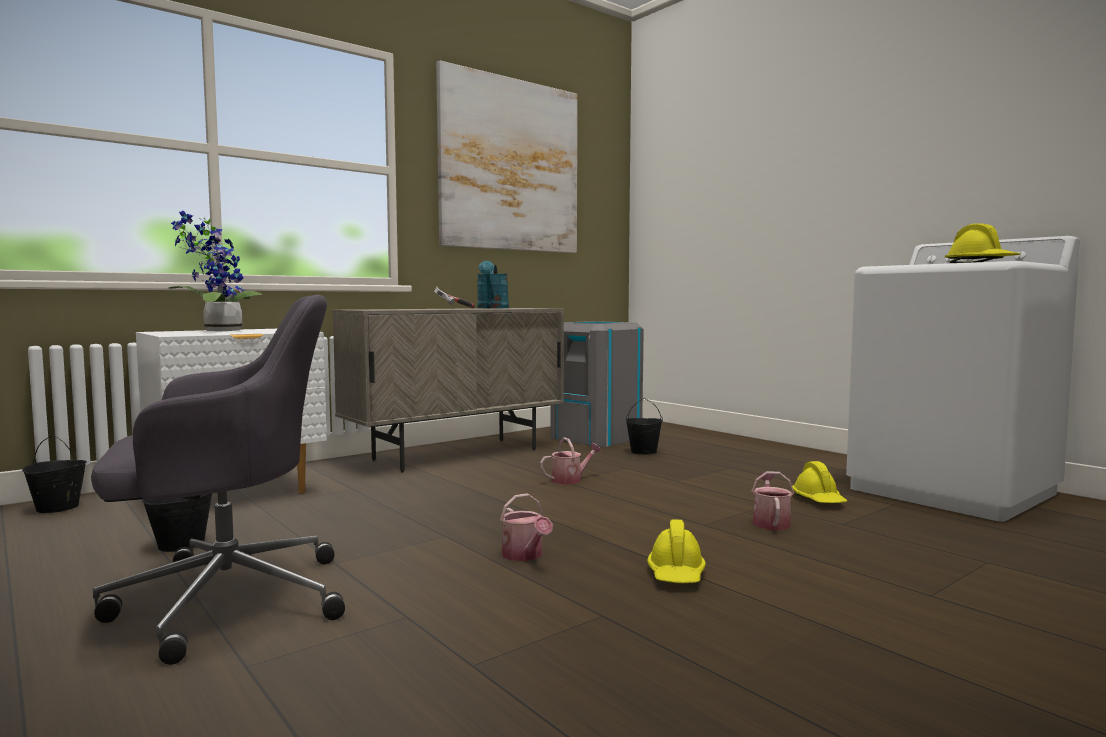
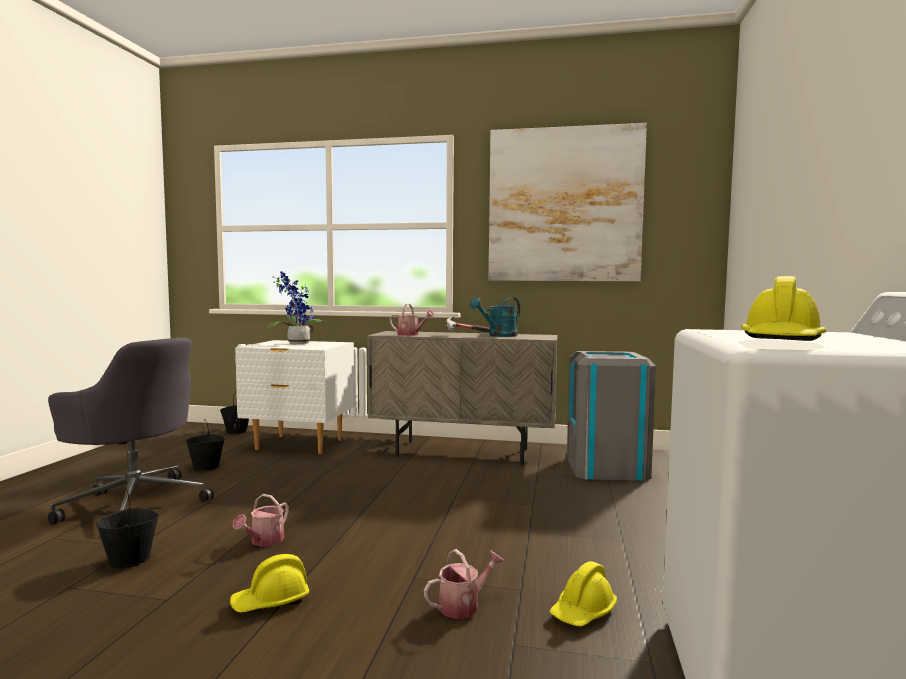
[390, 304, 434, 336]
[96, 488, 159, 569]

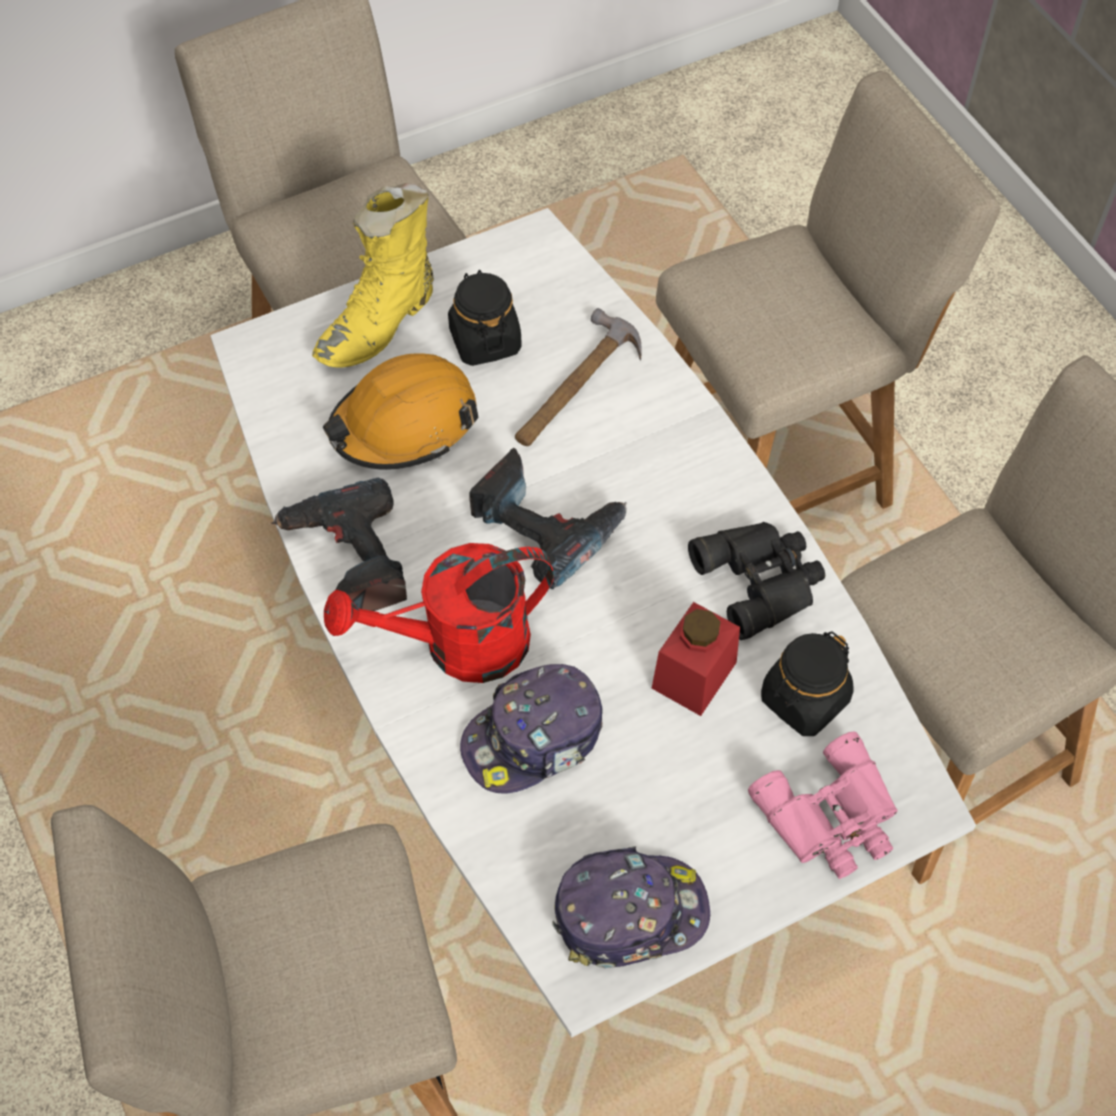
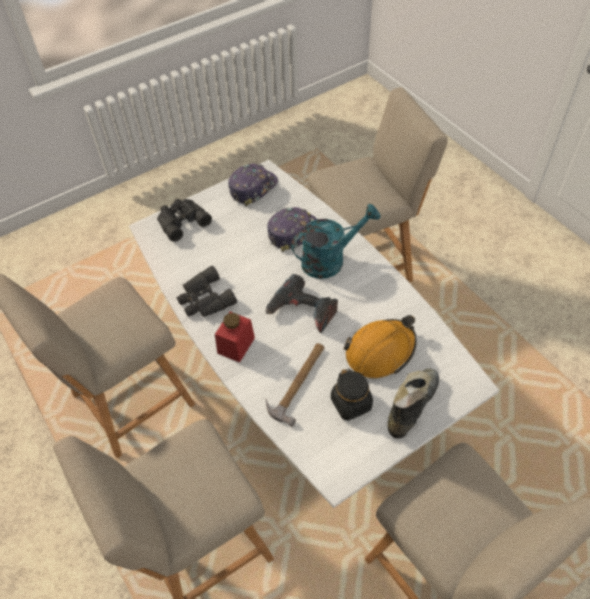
[271, 477, 407, 611] (first image)
[388, 368, 439, 439]
[291, 204, 381, 279]
[228, 164, 278, 206]
[215, 312, 255, 363]
[157, 199, 212, 242]
[761, 631, 854, 736] (first image)

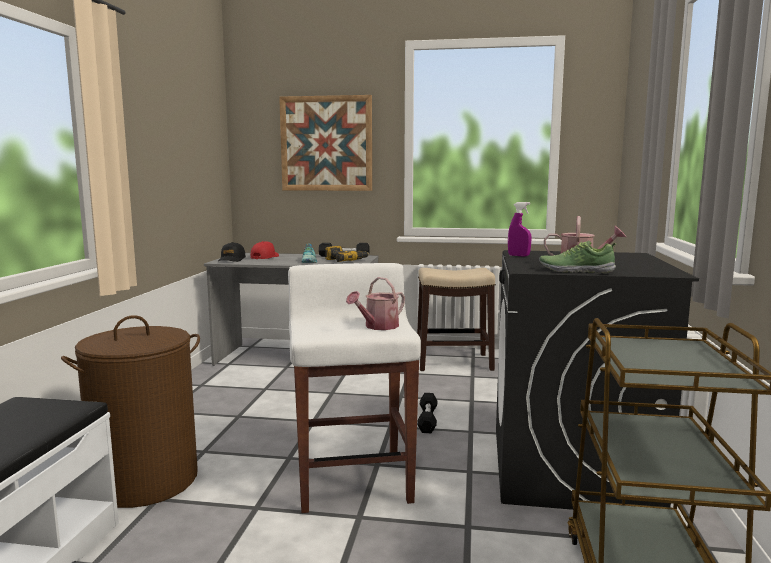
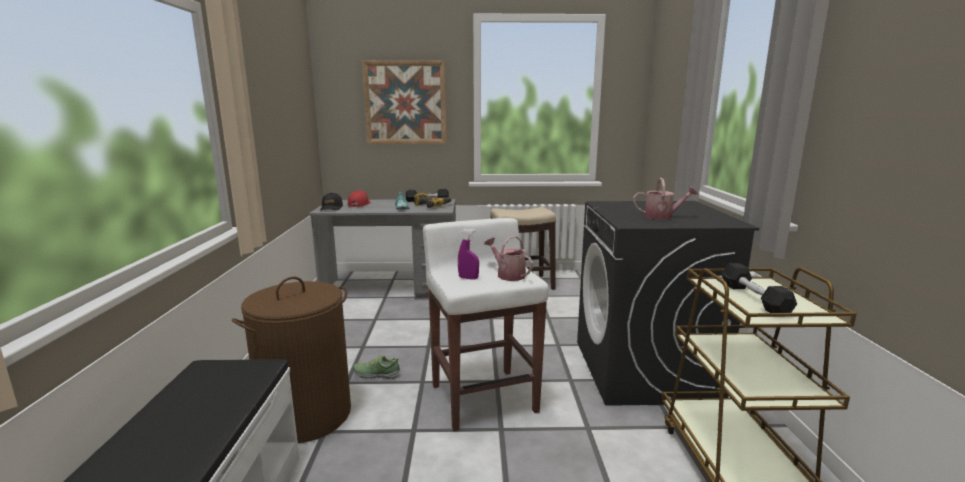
[484, 236, 533, 281]
[721, 263, 797, 313]
[458, 229, 479, 280]
[353, 355, 401, 379]

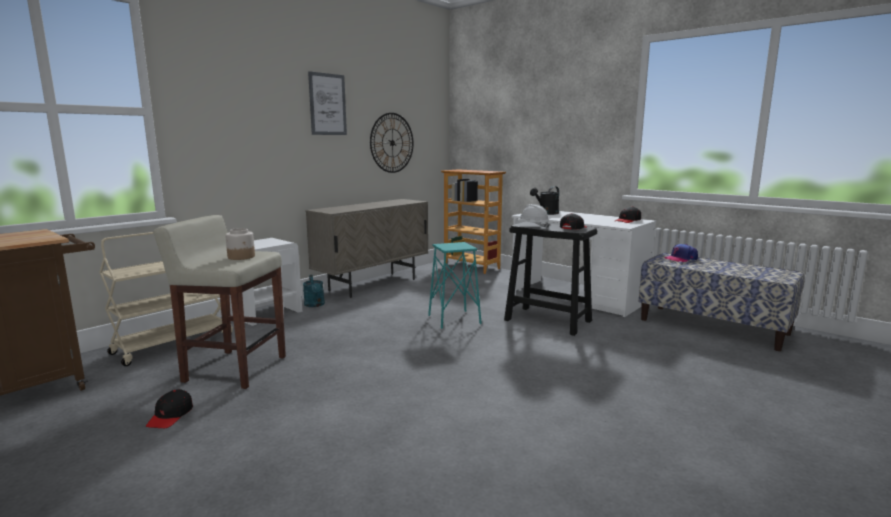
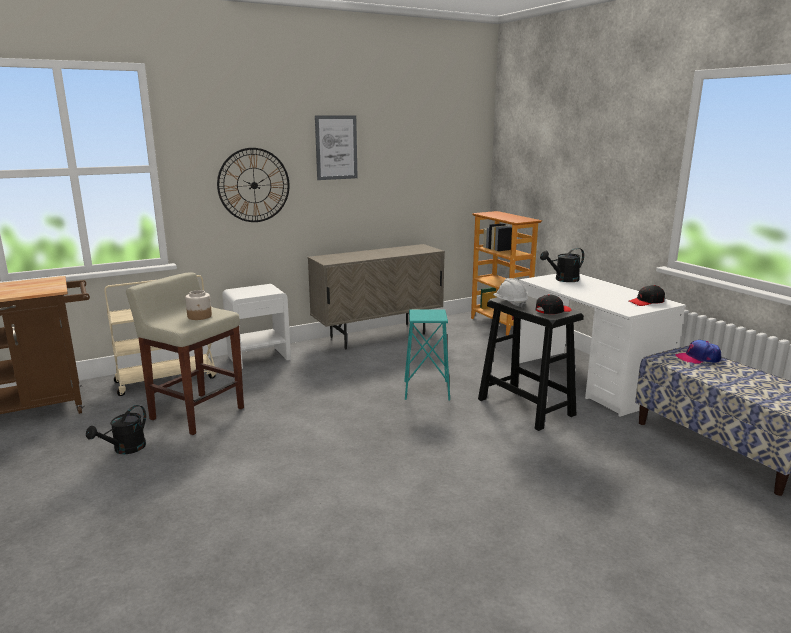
[86, 405, 146, 454]
[303, 275, 325, 307] (first image)
[217, 148, 289, 222]

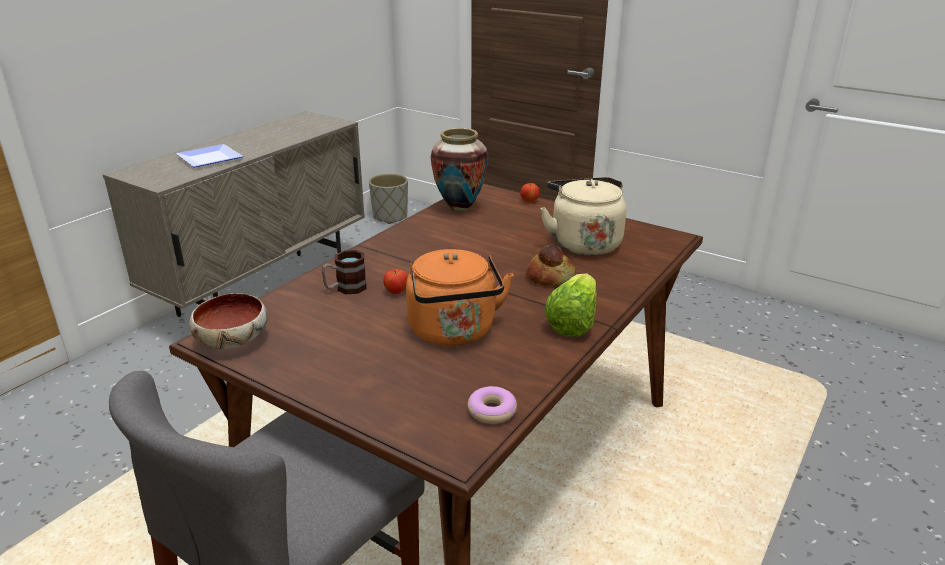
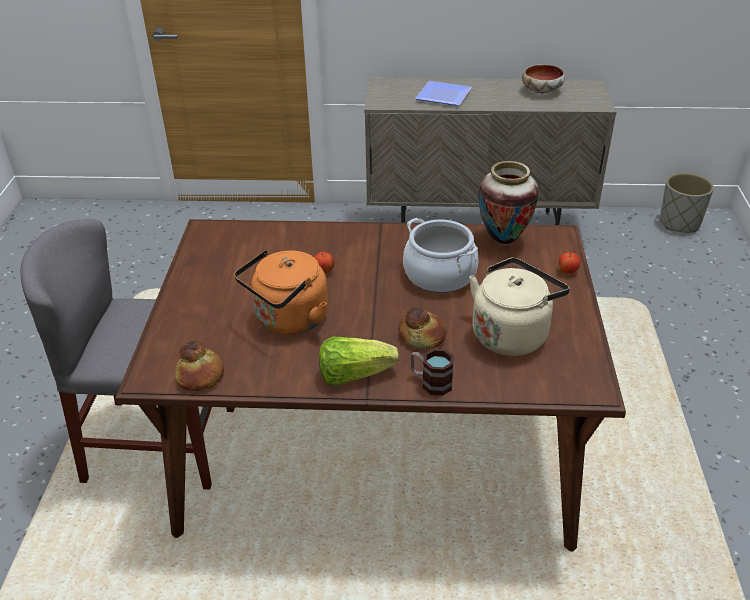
[522, 65, 565, 94]
[410, 348, 454, 396]
[175, 341, 224, 391]
[403, 218, 478, 293]

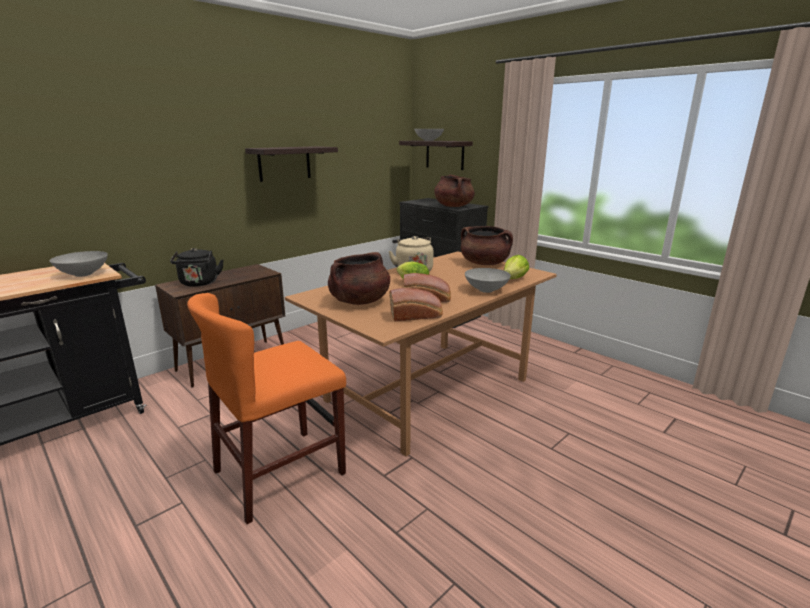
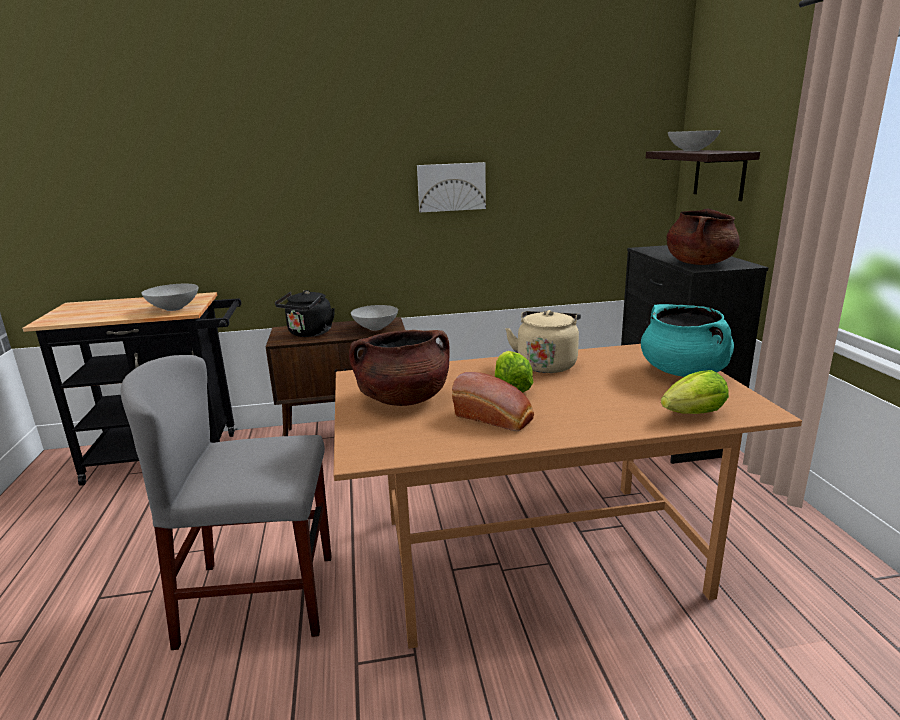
[121, 355, 332, 650]
[417, 162, 486, 212]
[389, 288, 443, 322] (first image)
[641, 304, 734, 377]
[351, 305, 398, 331]

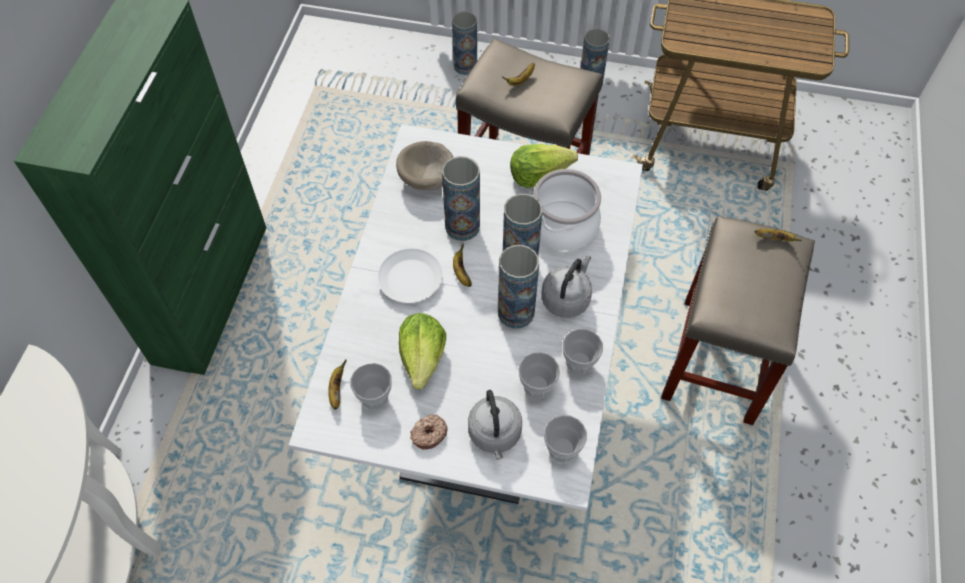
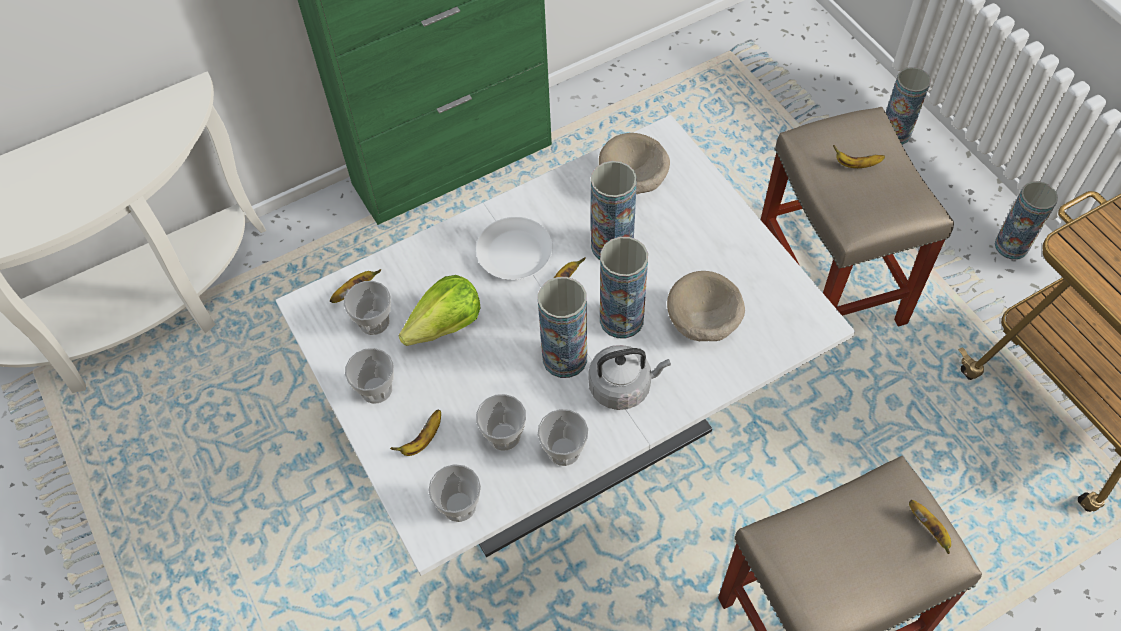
[345, 348, 394, 404]
[390, 410, 441, 456]
[510, 144, 578, 188] (first image)
[667, 271, 745, 341]

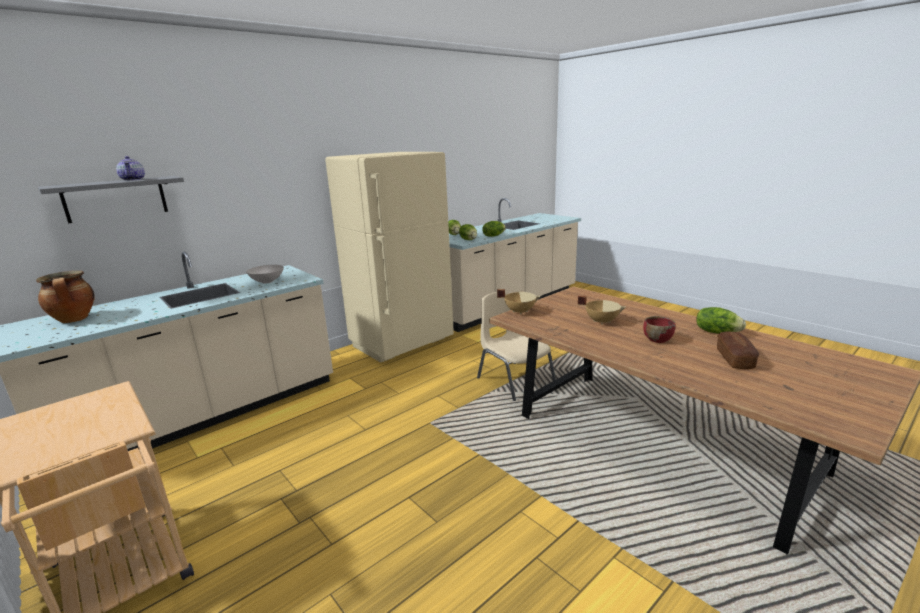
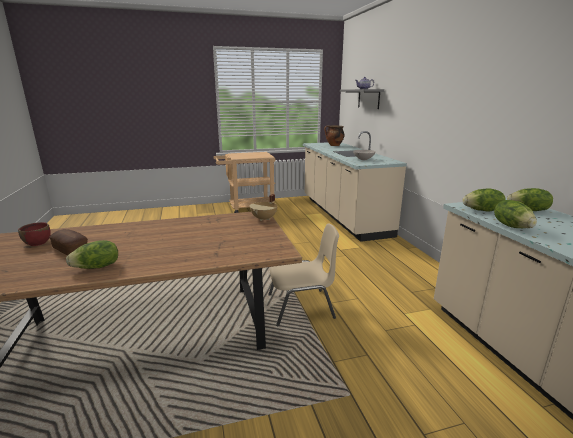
[325, 152, 454, 363] (first image)
[578, 296, 626, 325] (first image)
[18, 222, 51, 246]

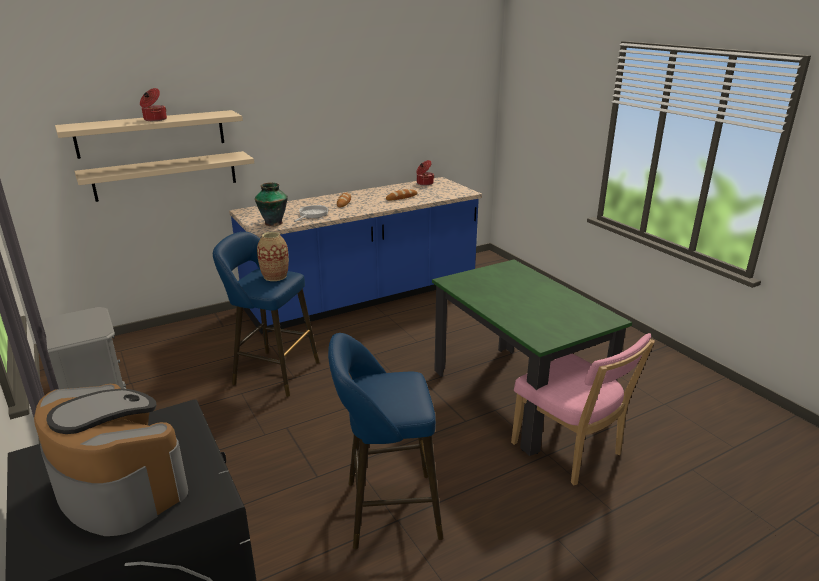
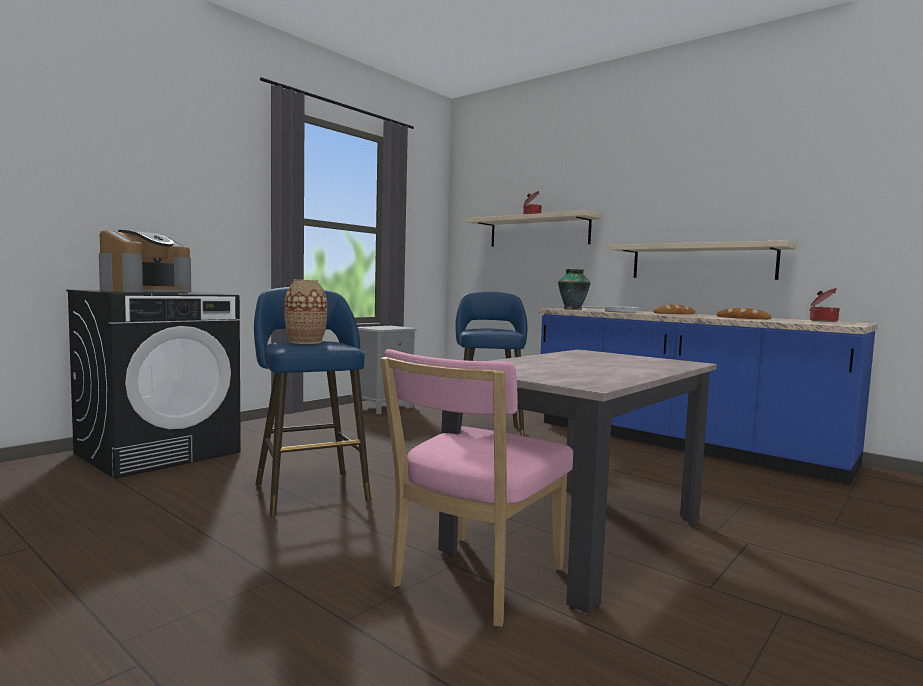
[609, 240, 796, 280]
[284, 280, 327, 344]
[438, 349, 717, 614]

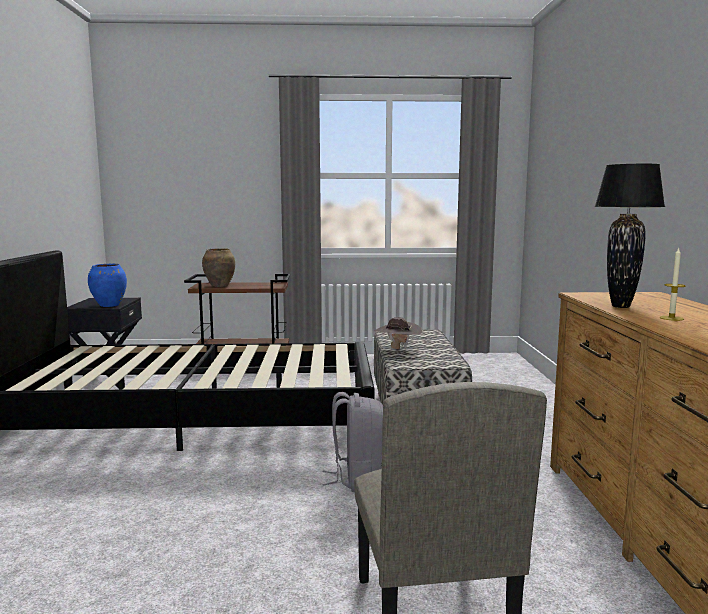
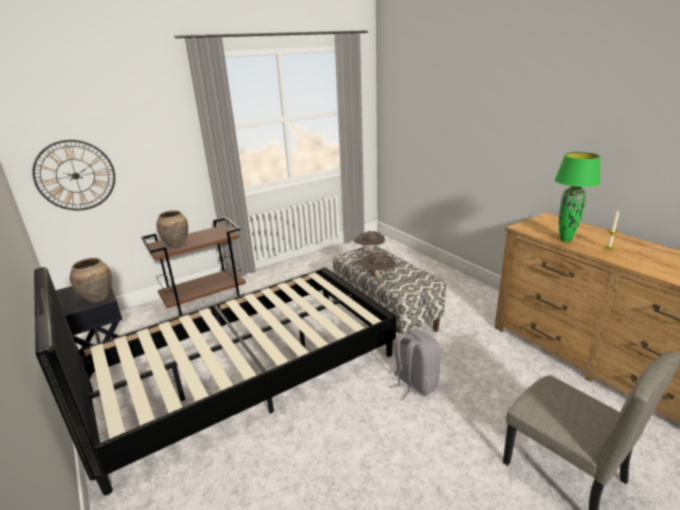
[70, 258, 112, 303]
[555, 152, 600, 242]
[32, 140, 115, 210]
[354, 231, 385, 252]

